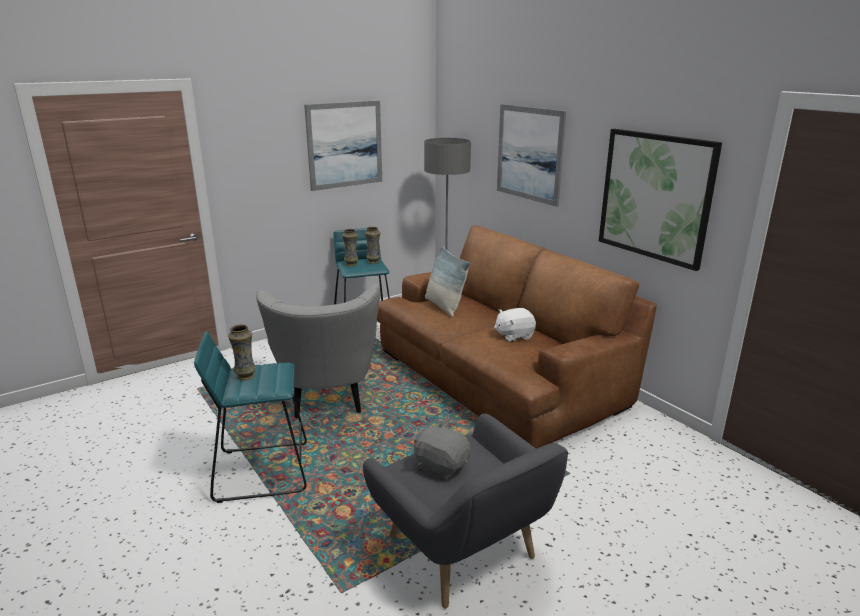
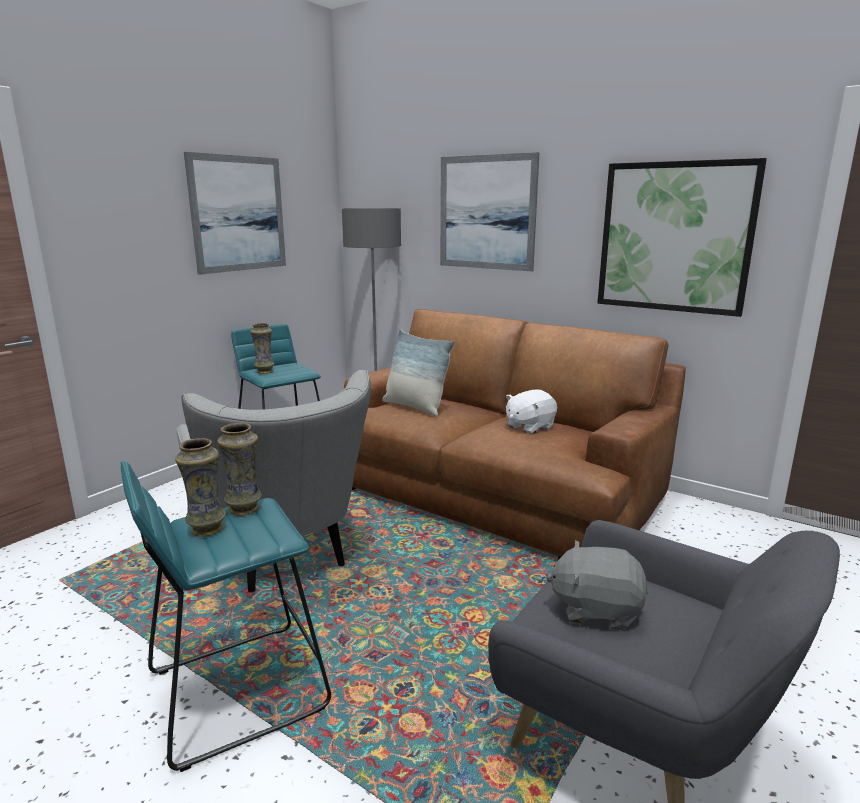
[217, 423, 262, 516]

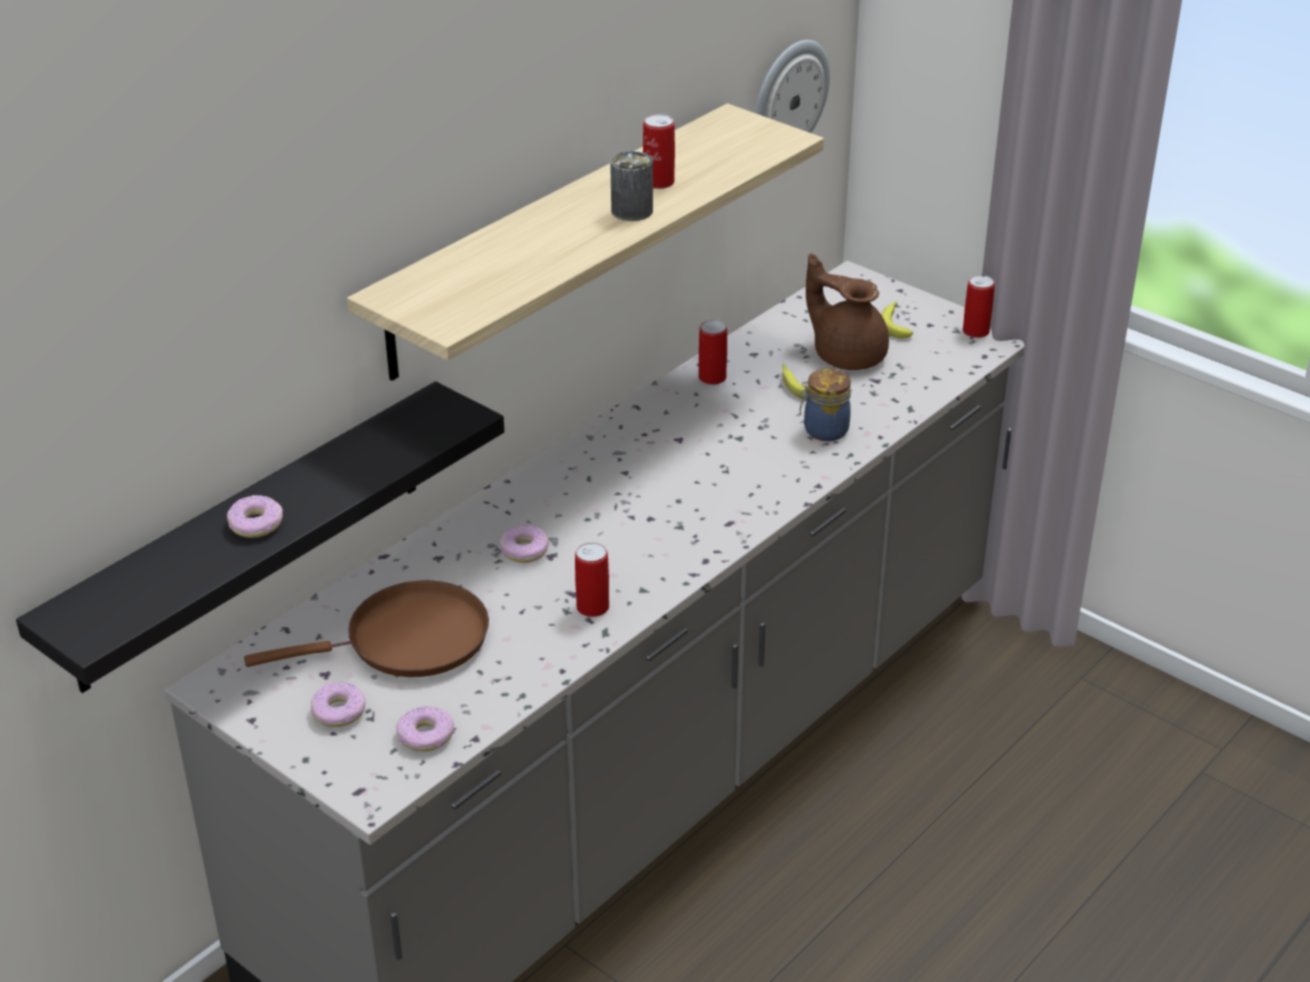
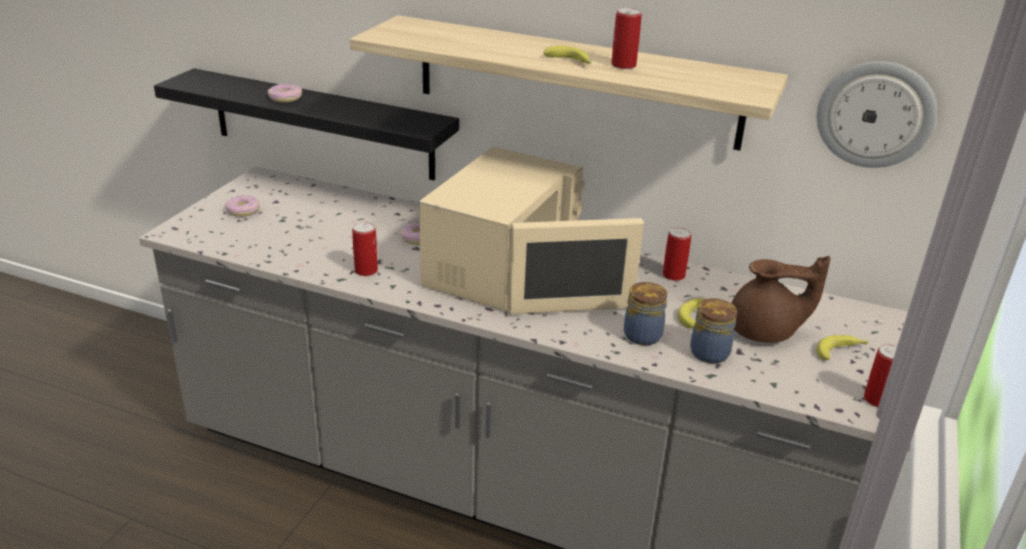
[244, 580, 489, 677] (first image)
[396, 706, 454, 752] (first image)
[543, 46, 591, 64]
[731, 256, 830, 343]
[419, 147, 644, 314]
[690, 298, 737, 364]

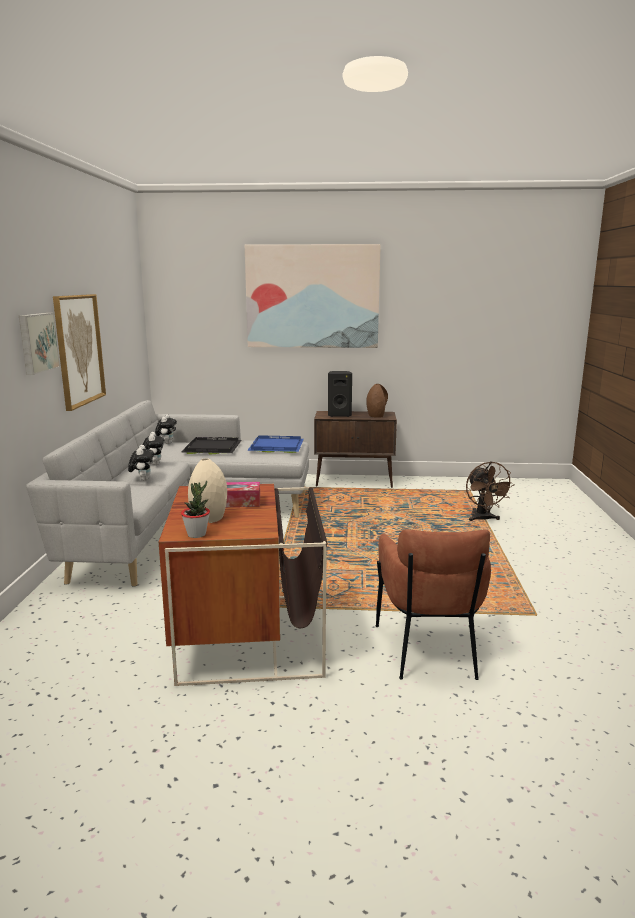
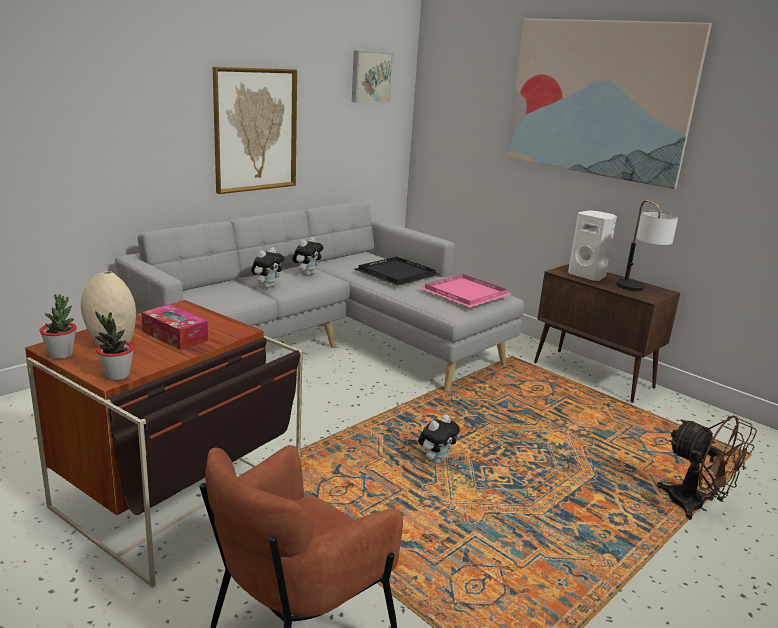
[352, 50, 393, 103]
[418, 415, 460, 464]
[420, 274, 511, 308]
[568, 210, 617, 281]
[616, 200, 678, 291]
[657, 415, 757, 520]
[95, 311, 134, 380]

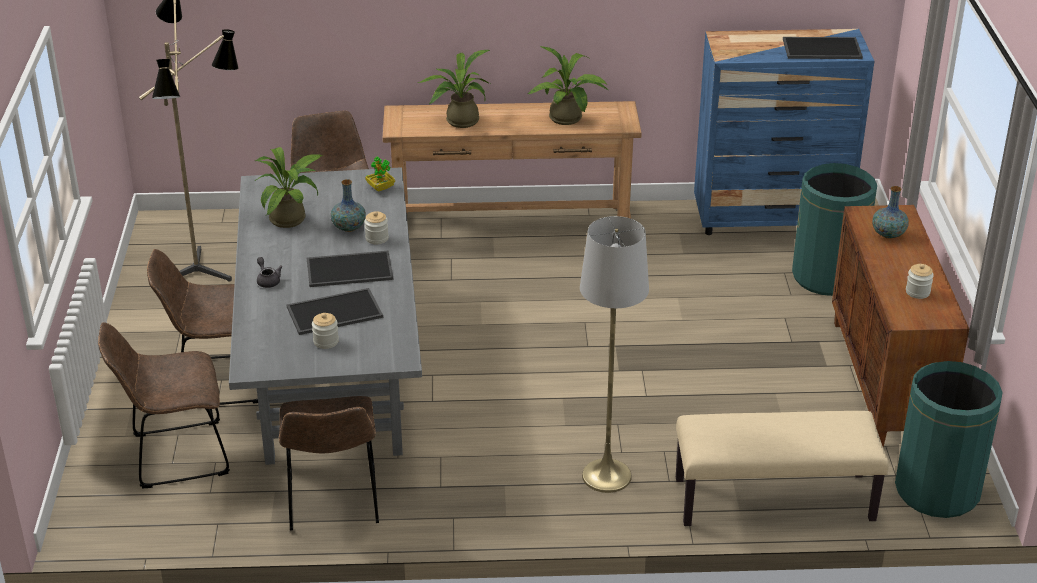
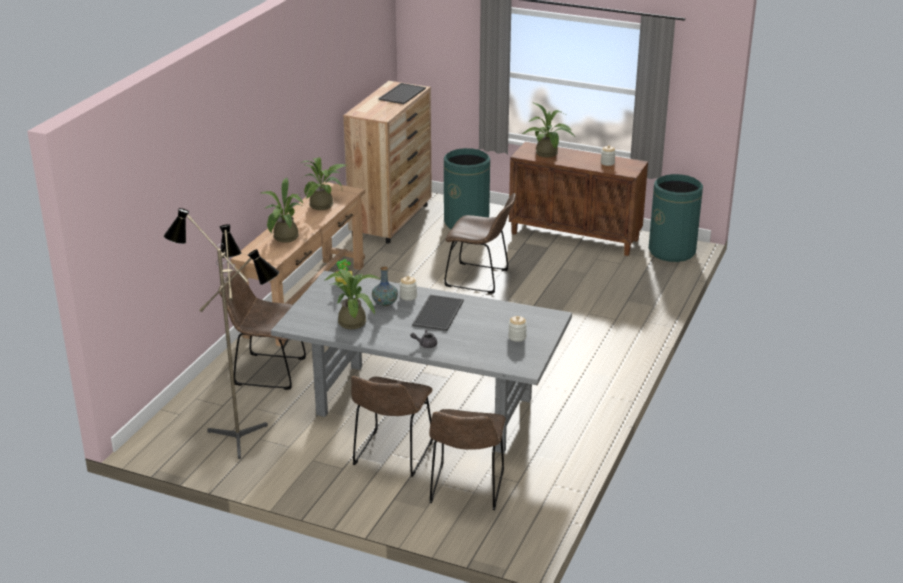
[444, 193, 516, 294]
[287, 288, 383, 335] (first image)
[580, 216, 649, 493] (first image)
[676, 411, 889, 526] (first image)
[343, 81, 432, 243]
[522, 102, 574, 158]

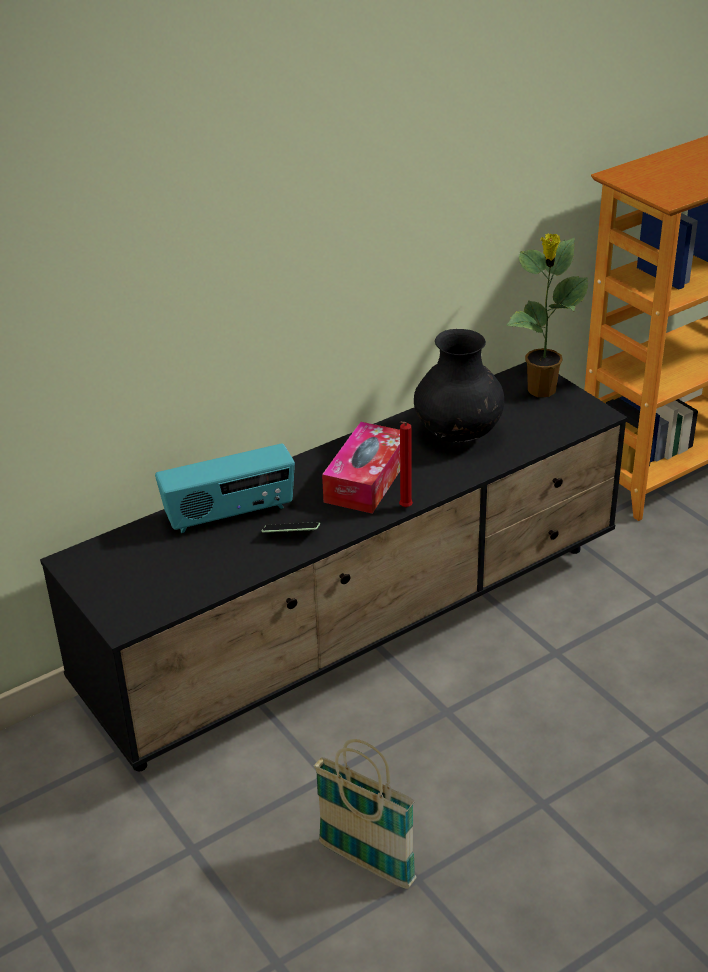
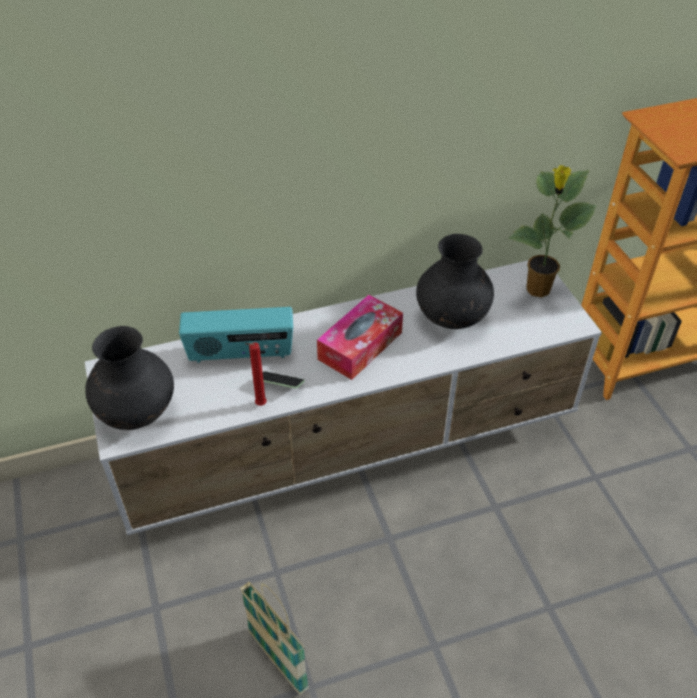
[85, 260, 602, 535]
[245, 342, 267, 406]
[85, 326, 174, 430]

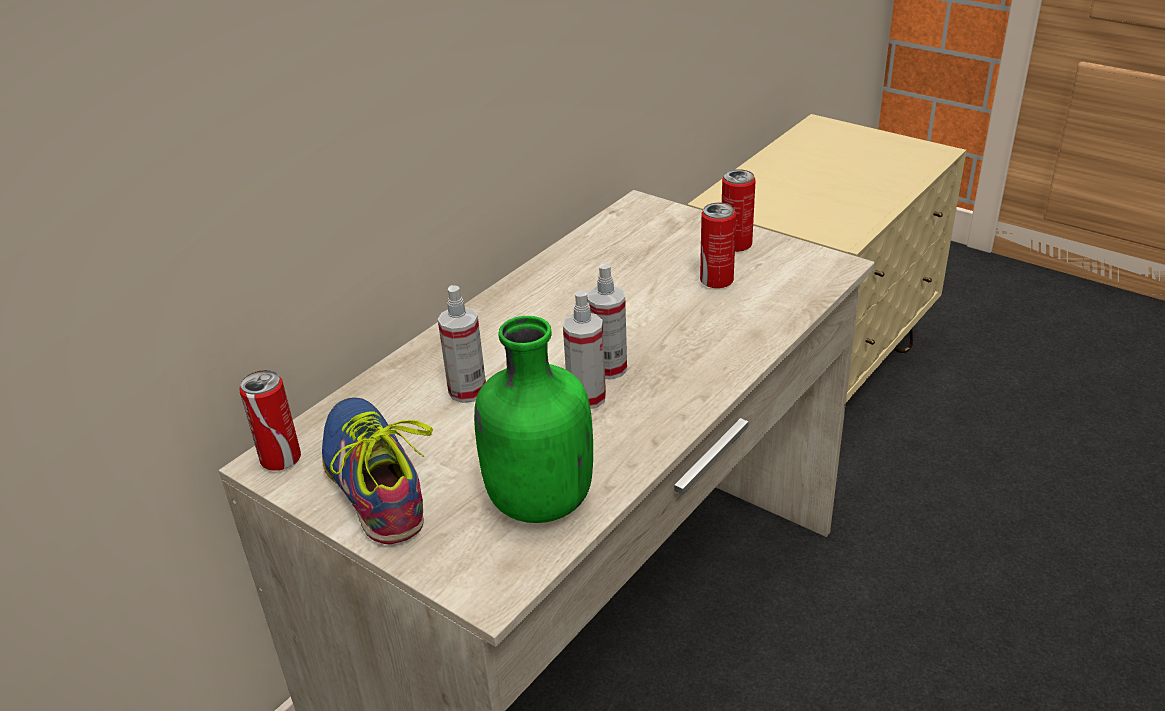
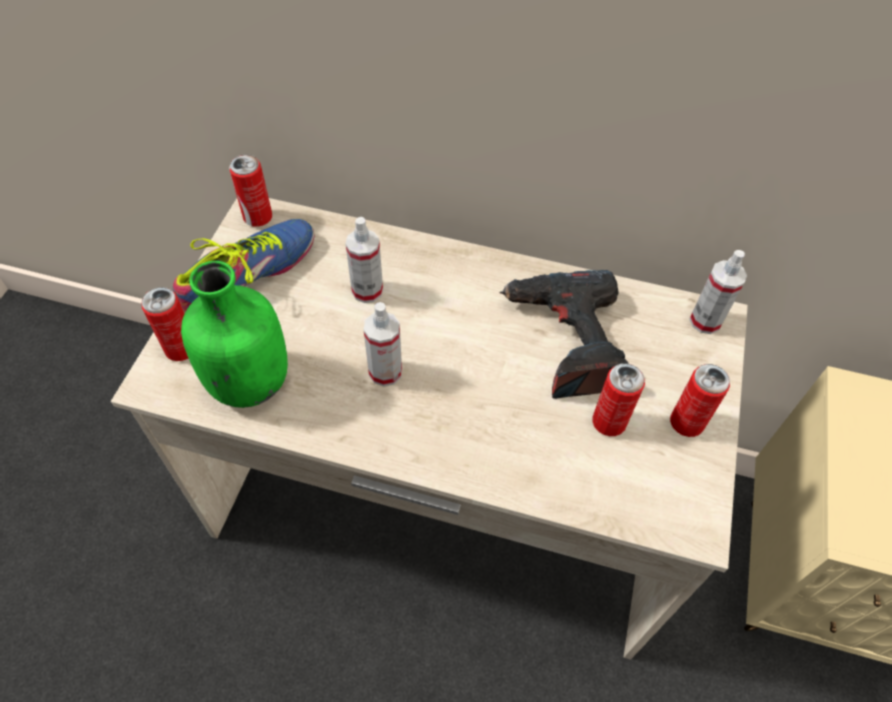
[690, 250, 747, 334]
[141, 287, 188, 361]
[499, 270, 629, 399]

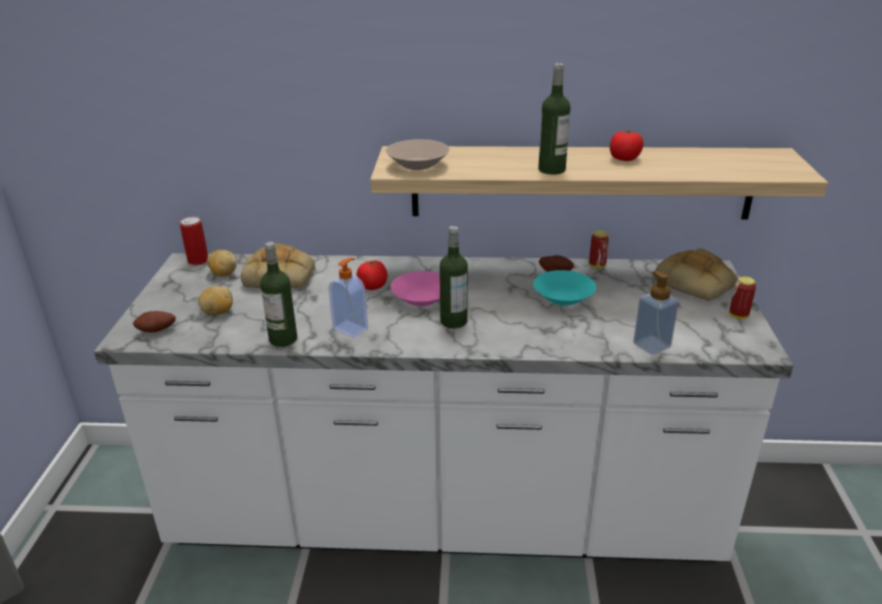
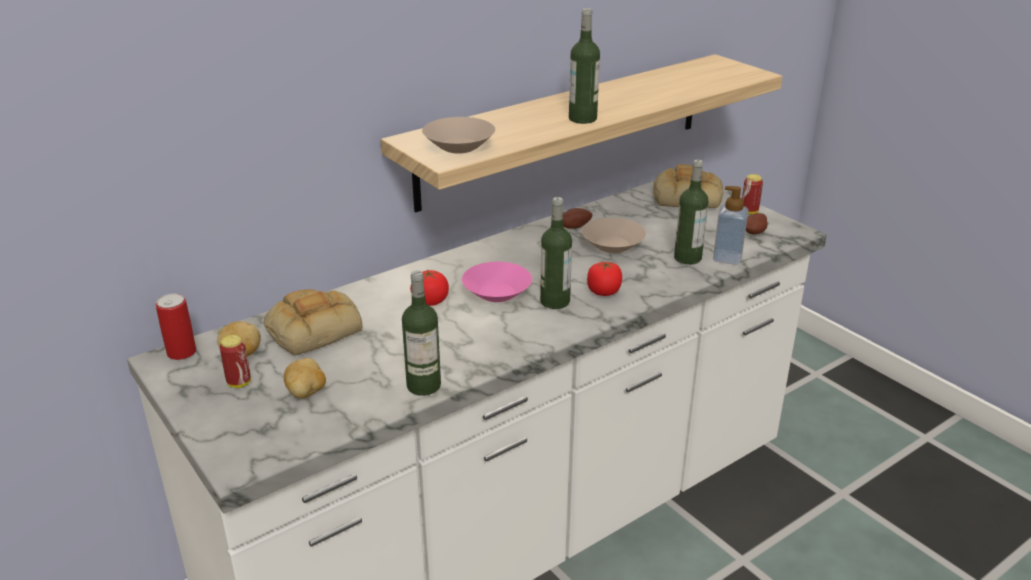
[746, 213, 767, 234]
[329, 258, 368, 338] (first image)
[582, 218, 646, 253]
[220, 335, 251, 388]
[587, 261, 622, 296]
[674, 159, 709, 265]

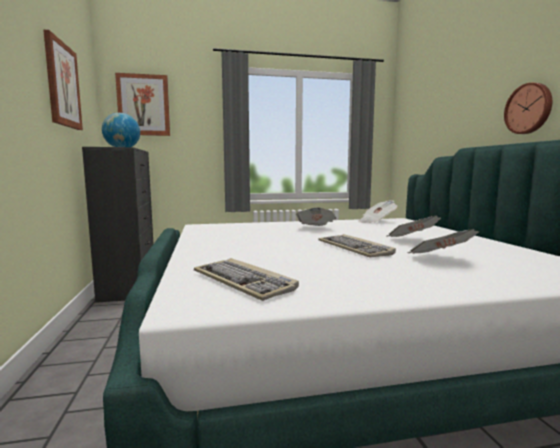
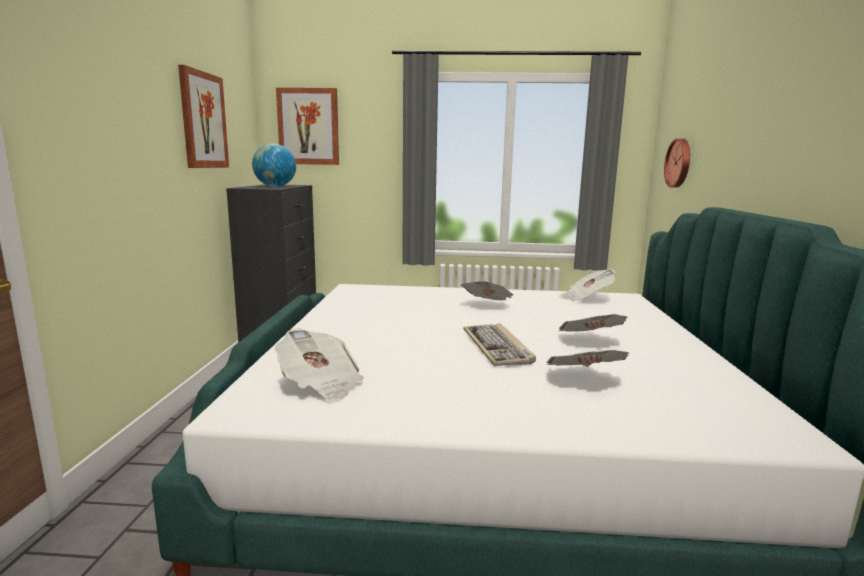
[275, 329, 364, 402]
[664, 138, 690, 188]

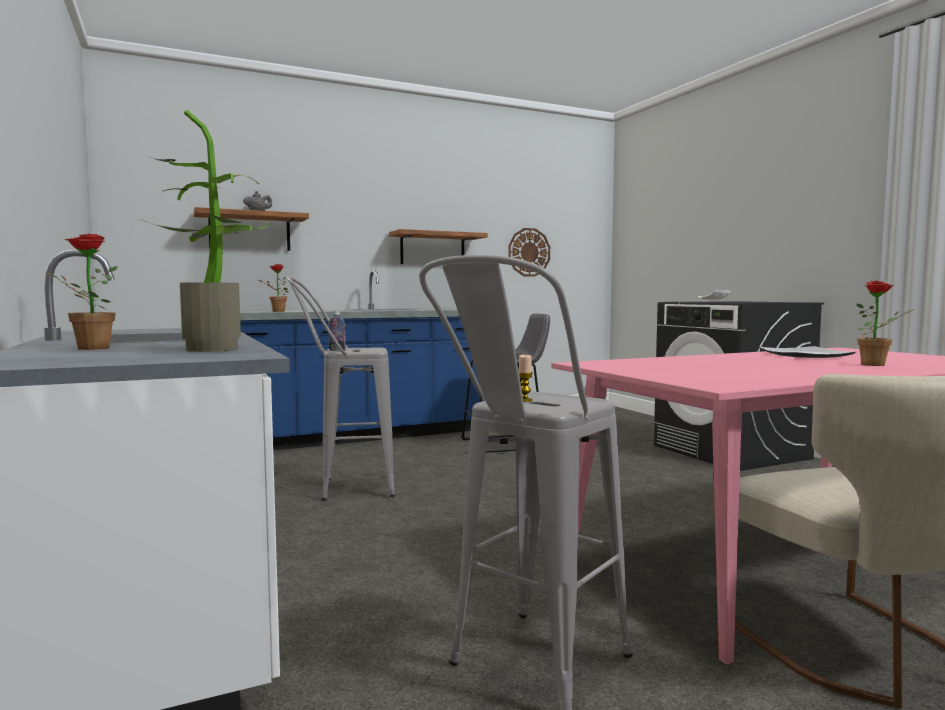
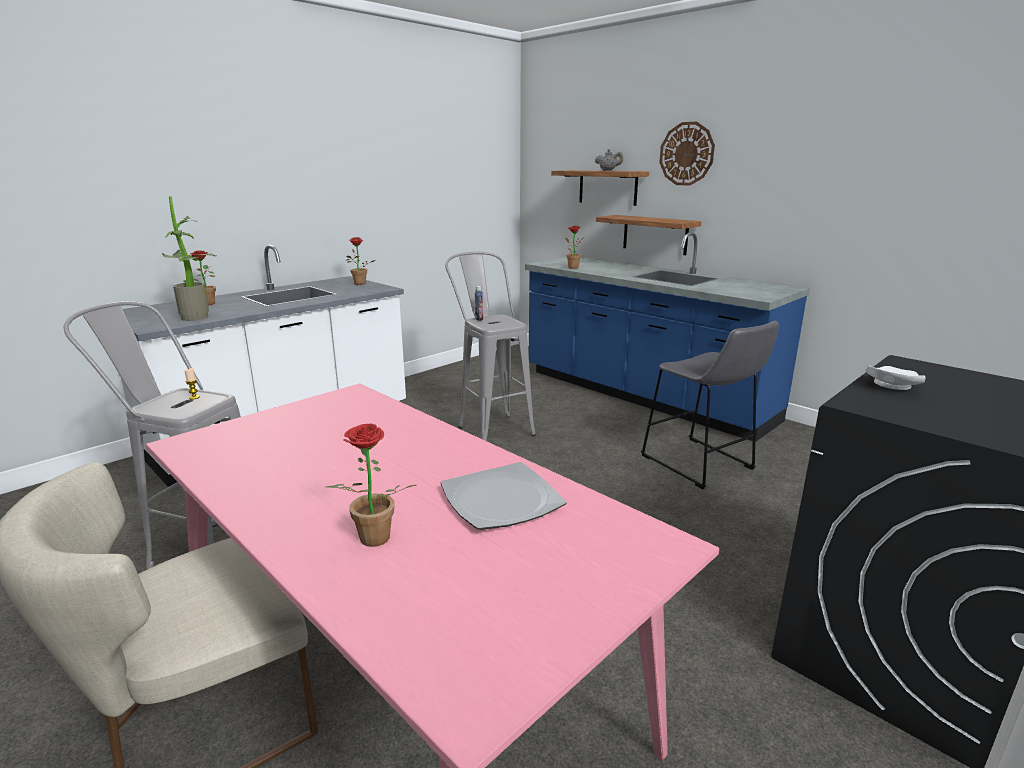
[596, 215, 701, 255]
[659, 122, 715, 186]
[346, 237, 376, 285]

